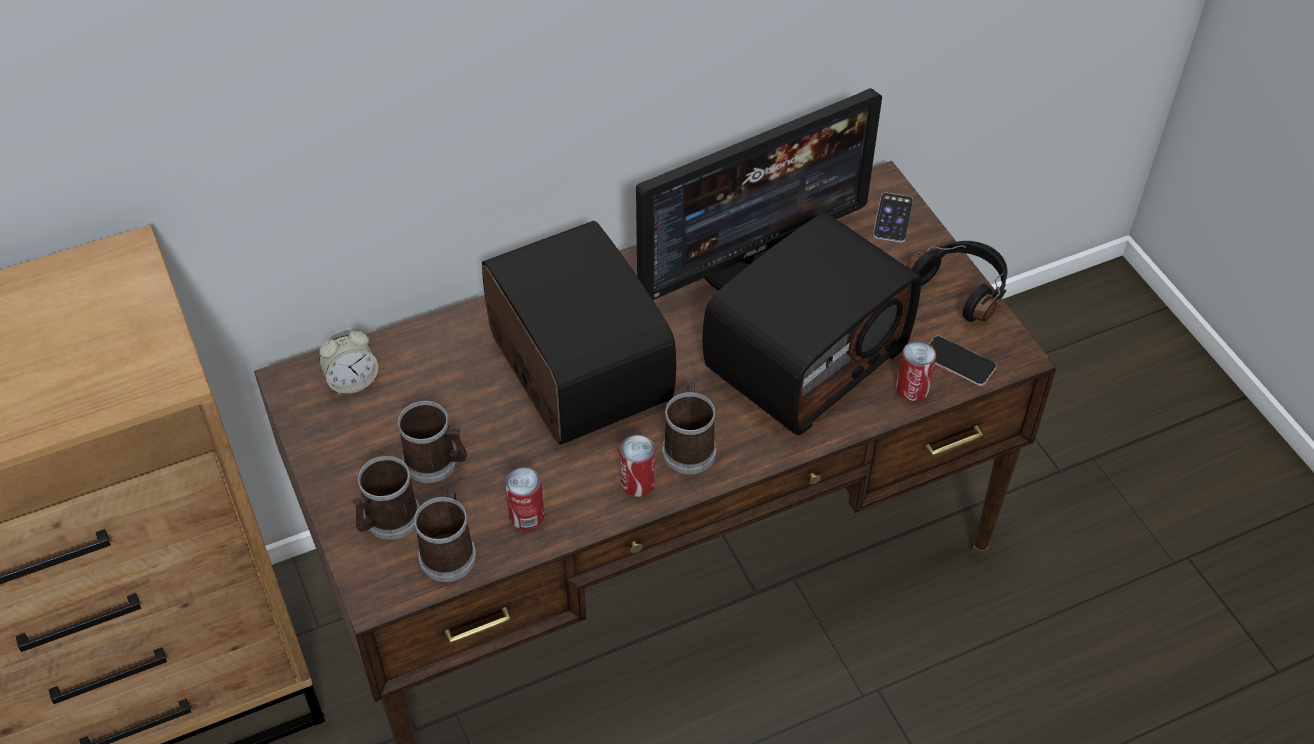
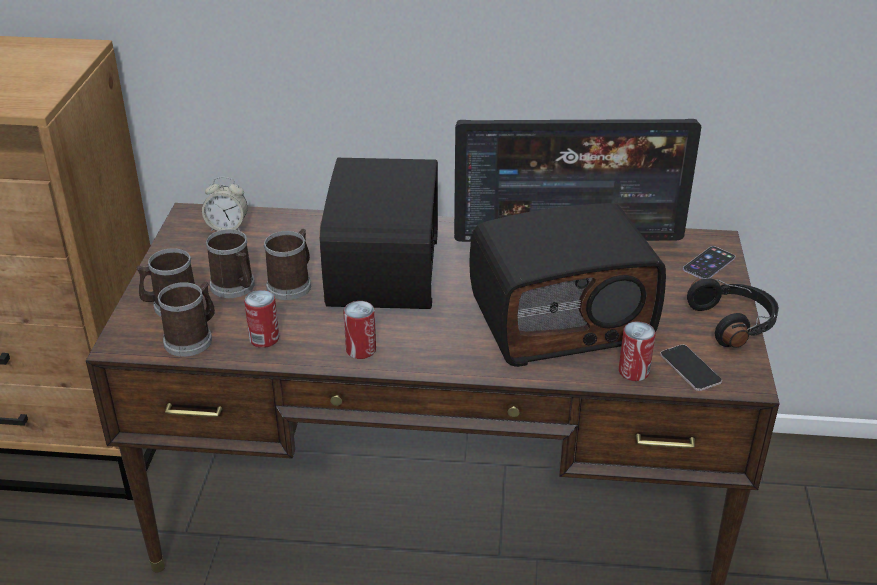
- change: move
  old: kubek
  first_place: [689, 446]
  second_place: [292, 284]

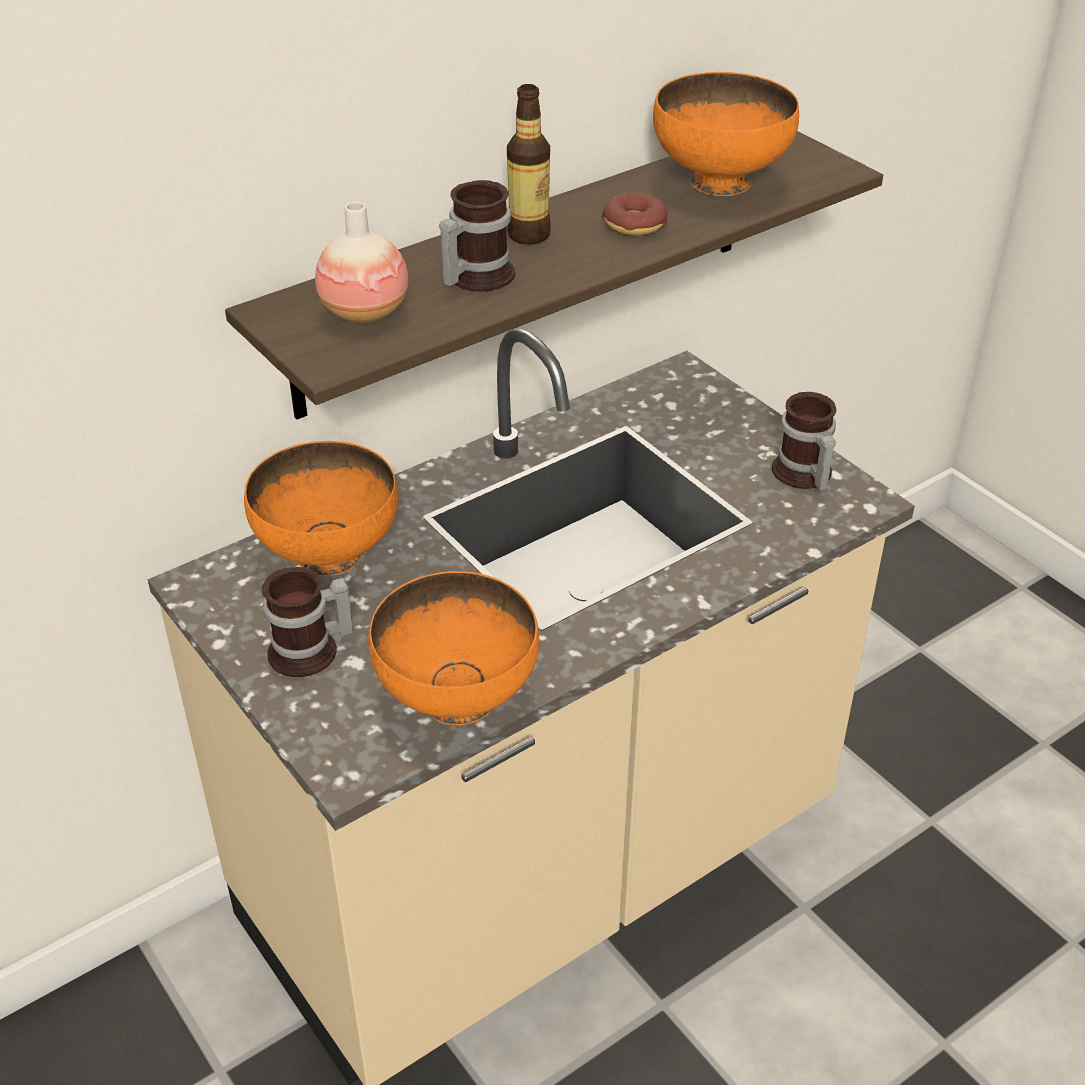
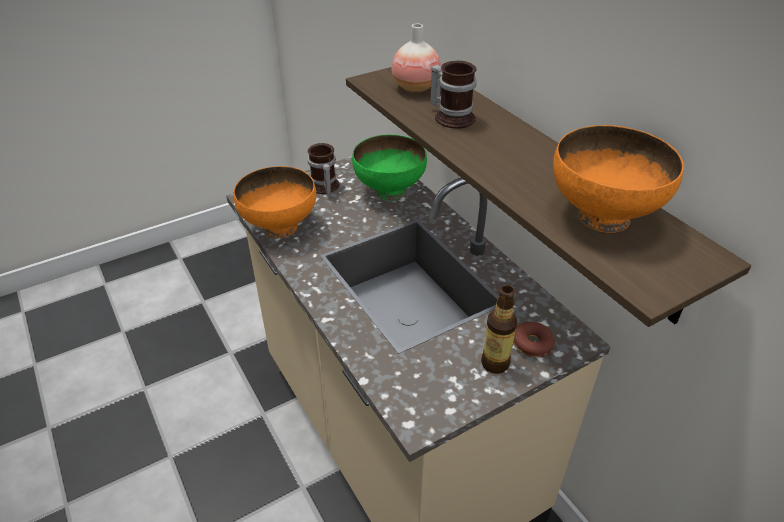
- change: delete
  old: kubek
  first_place: [801, 475]
- change: move
  old: butelka
  first_place: [529, 235]
  second_place: [495, 363]
- change: move
  old: donut
  first_place: [634, 224]
  second_place: [532, 344]
- change: recolor
  old: miska/pomarańczowy
  new: miska/zielony
  first_place: [327, 556]
  second_place: [389, 191]

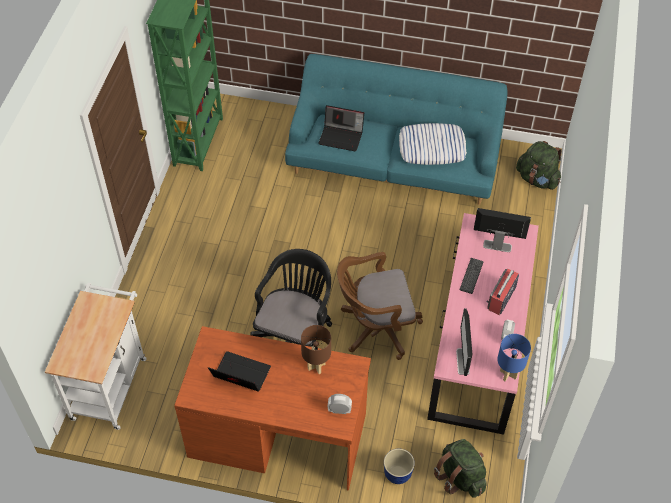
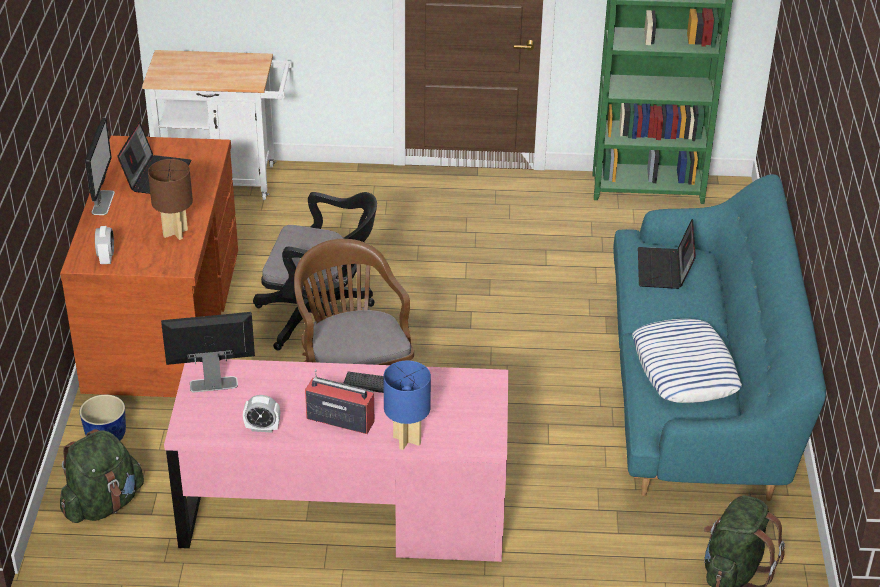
- change: move
  old: monitor
  first_place: [497, 246]
  second_place: [103, 202]
- change: move
  old: lampa stołowa/niebieski
  first_place: [507, 374]
  second_place: [407, 440]

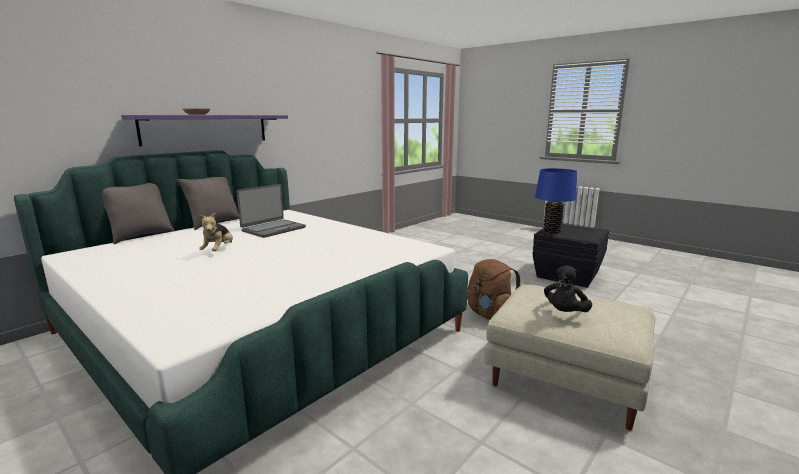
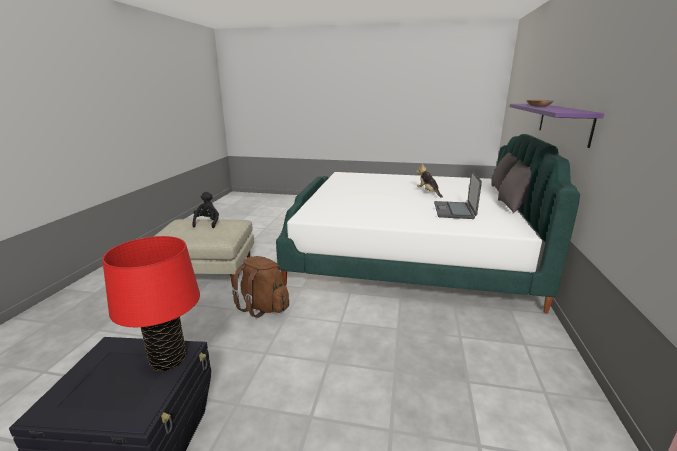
- change: recolor
  old: lampa stołowa/niebieski
  new: lampa stołowa/czerwony
  first_place: [552, 231]
  second_place: [168, 360]

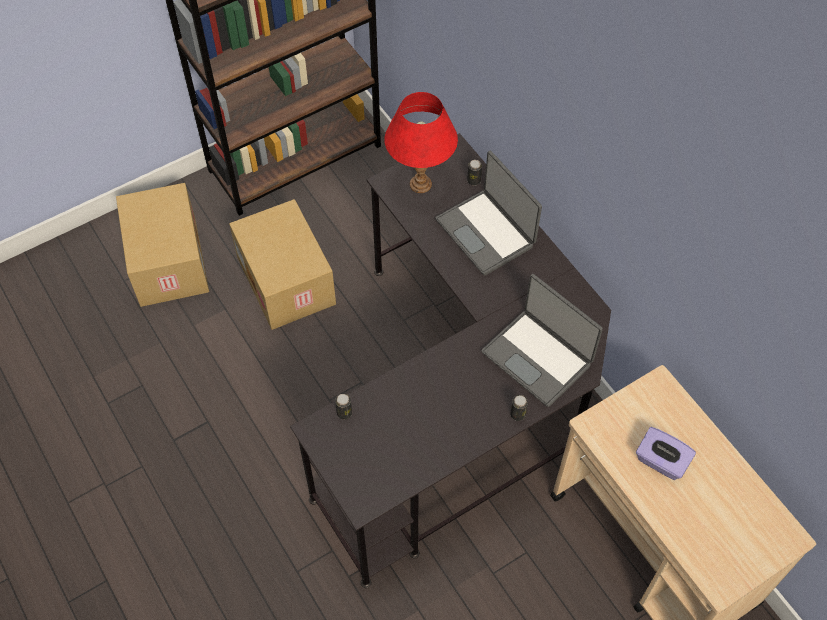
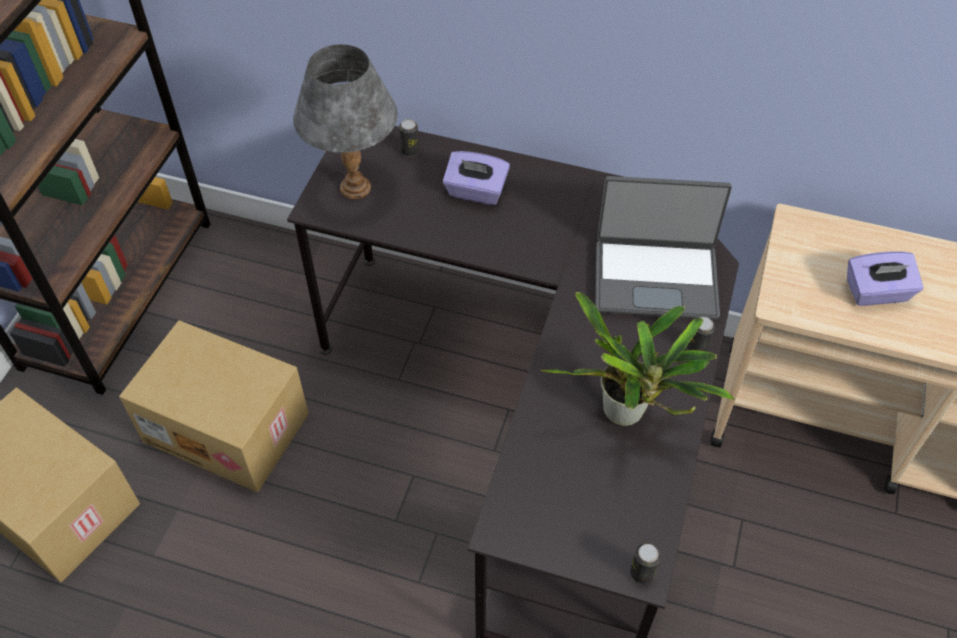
- change: insert
  new: roślina doniczkowa
  second_place: [627, 416]
- change: move
  old: puszka
  first_place: [344, 413]
  second_place: [642, 573]
- change: replace
  old: laptop
  new: pudełko chusteczek/fioletowy
  first_place: [486, 232]
  second_place: [476, 192]
- change: recolor
  old: lampa stołowa/czerwony
  new: lampa stołowa/szary
  first_place: [420, 184]
  second_place: [356, 188]

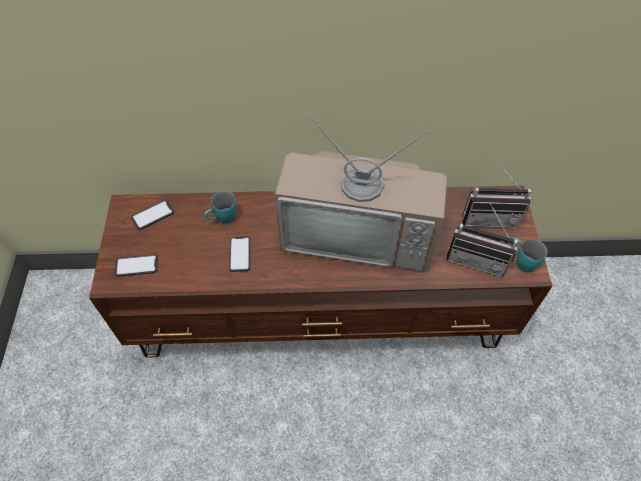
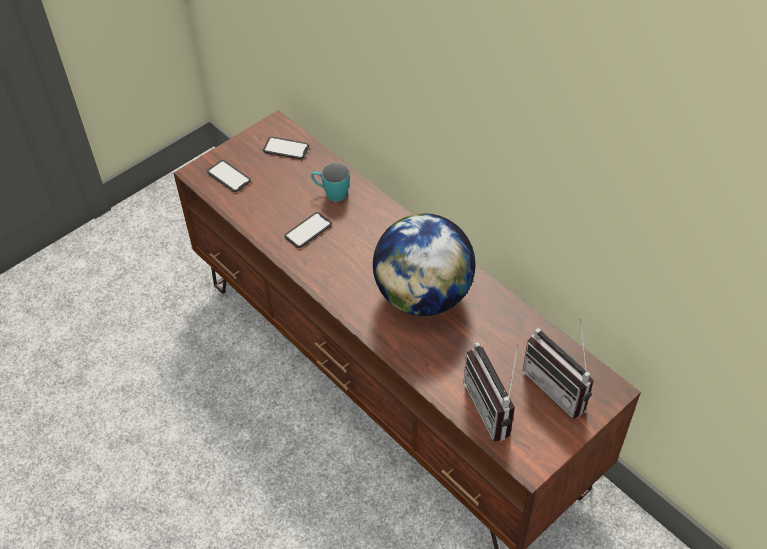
- change: delete
  old: kubek/turkusowy
  first_place: [521, 261]
- change: replace
  old: telewizor
  new: globus
  first_place: [359, 232]
  second_place: [423, 296]

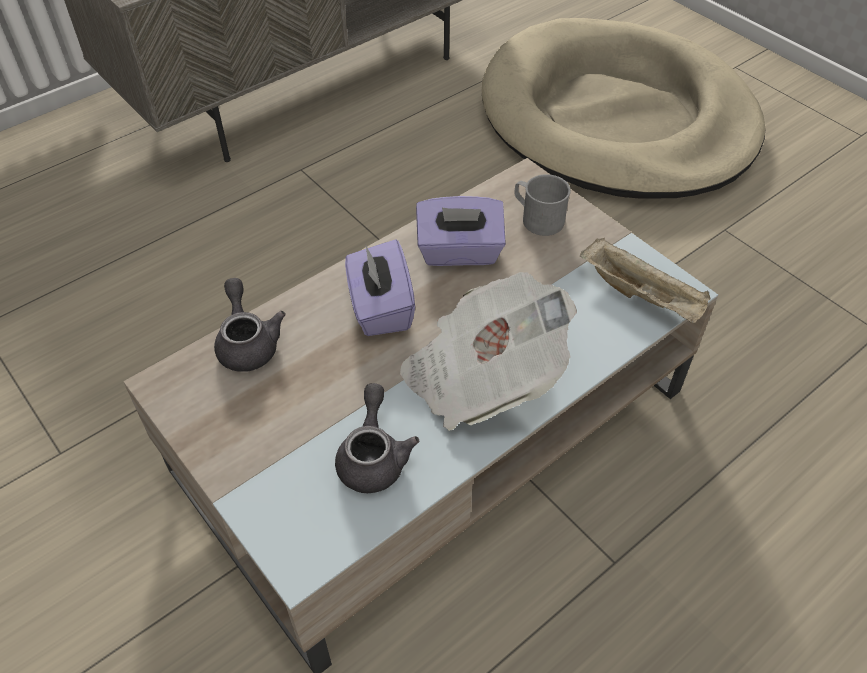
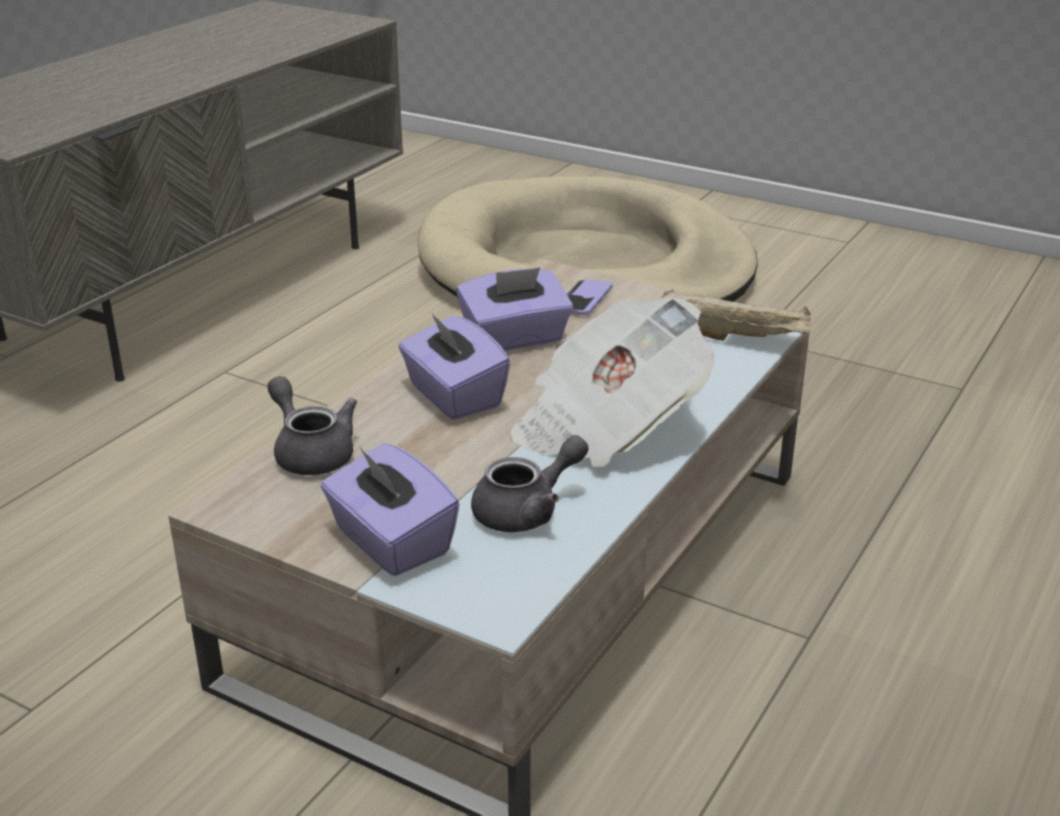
- change: insert
  new: pudełko chusteczek/fioletowy
  second_place: [390, 542]
- change: replace
  old: kubek/szary
  new: telefon
  first_place: [537, 218]
  second_place: [583, 300]
- change: rotate
  old: imbryk/szary
  first_place: [373, 456]
  second_place: [527, 511]
  degrees: 75

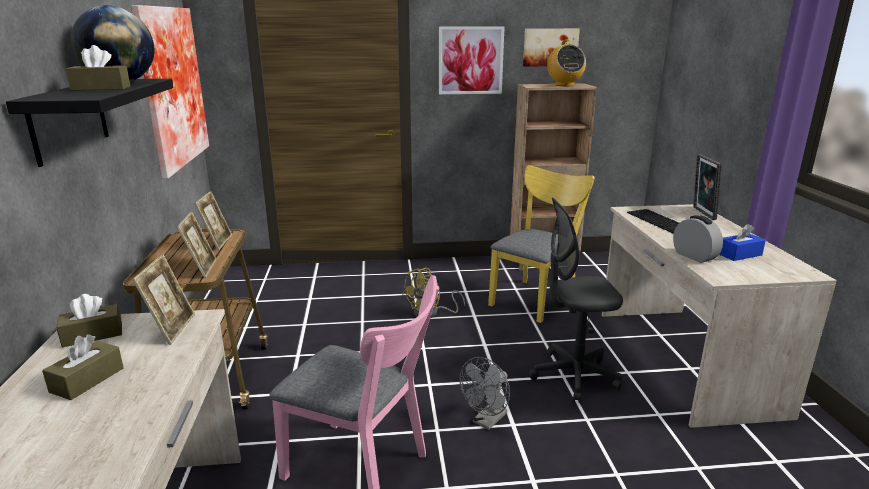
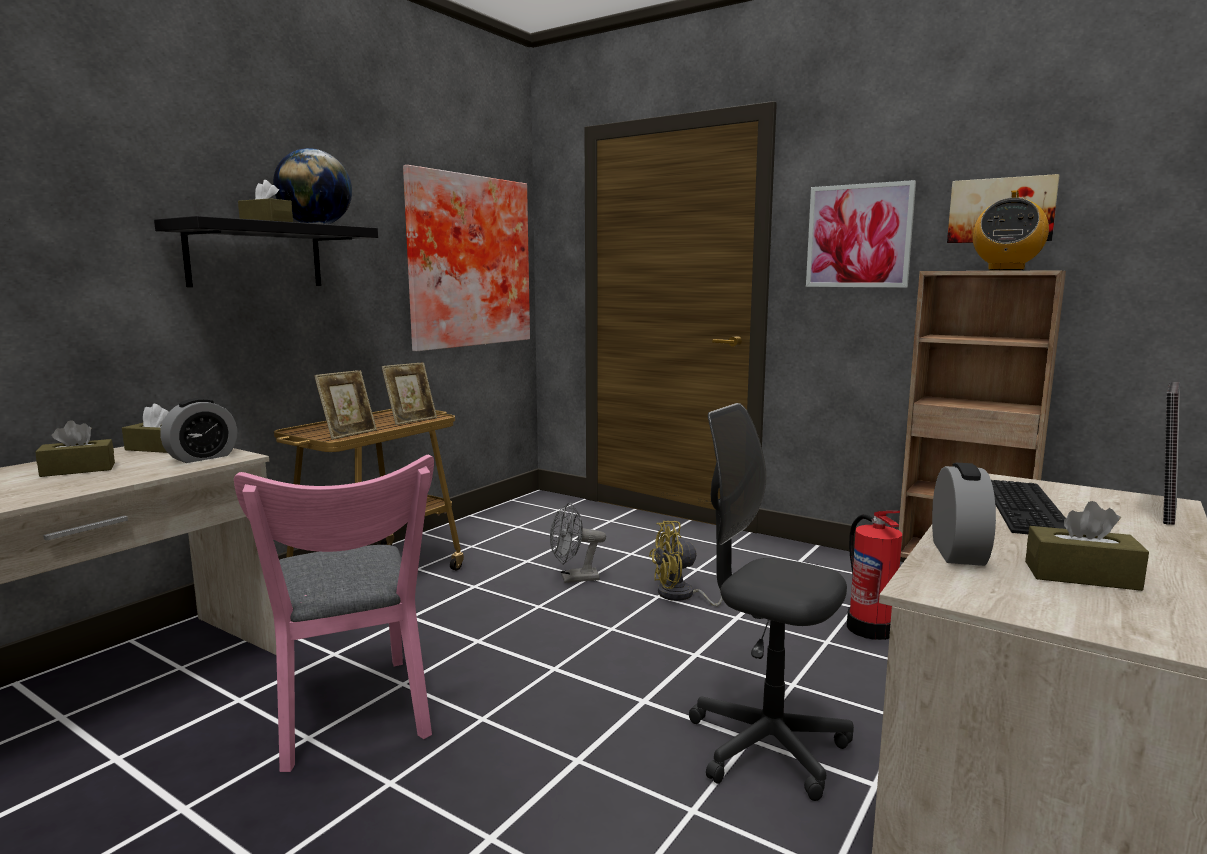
- change: move
  old: wentylator/szary
  first_place: [487, 421]
  second_place: [574, 579]
- change: replace
  old: ramka na zdjęcie
  new: budzik
  first_place: [171, 329]
  second_place: [202, 457]
- change: replace
  old: krzesło/żółty
  new: gaśnica
  first_place: [535, 297]
  second_place: [870, 627]
- change: recolor
  old: pudełko chusteczek/niebieski
  new: pudełko chusteczek/brązowy
  first_place: [739, 254]
  second_place: [1081, 575]

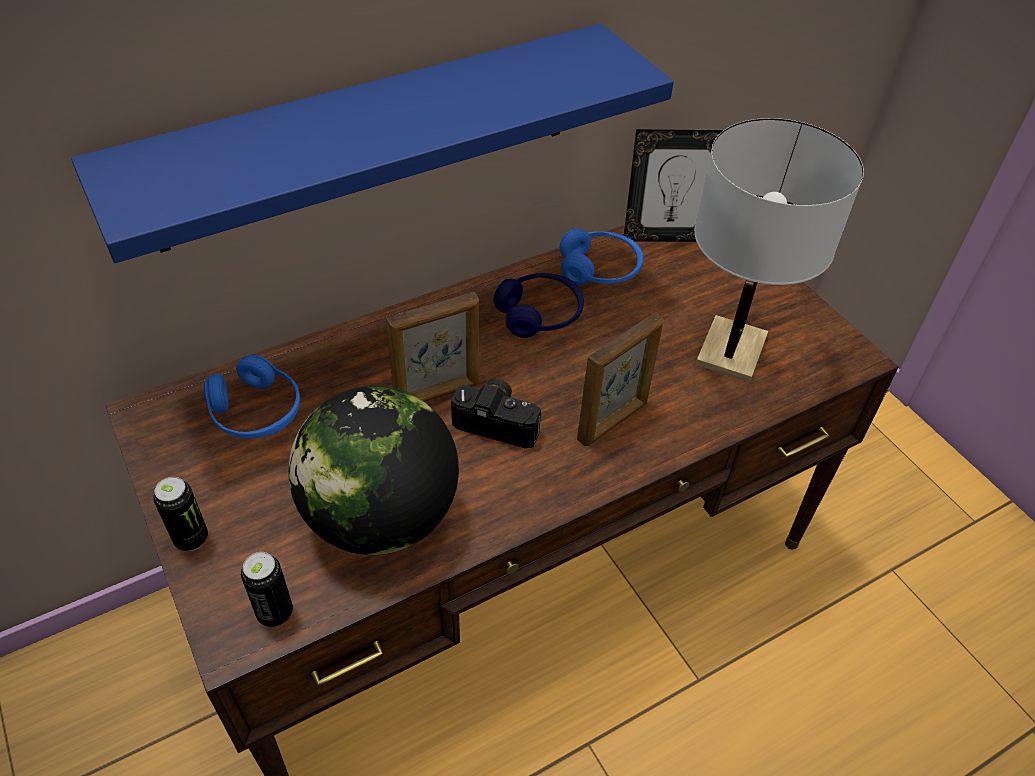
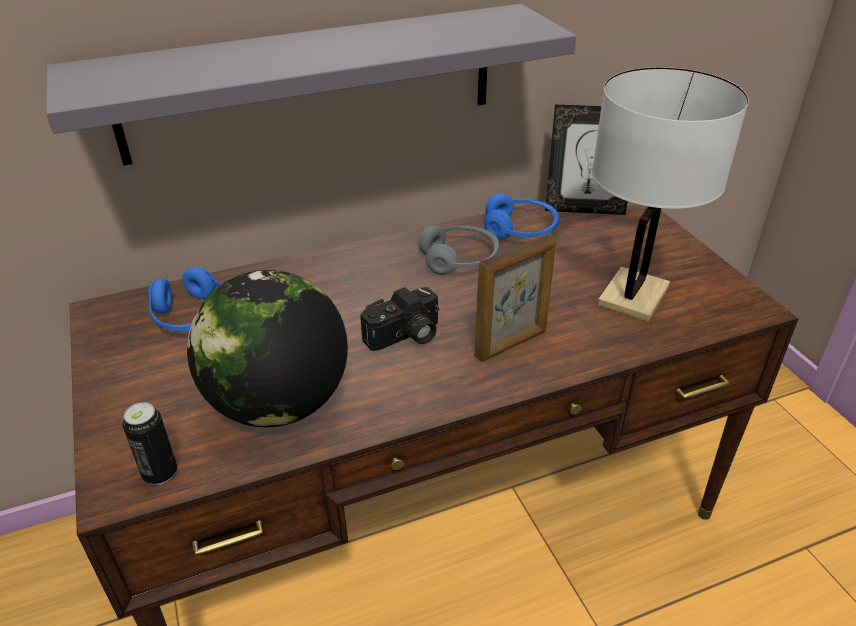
- change: delete
  old: puszka
  first_place: [191, 538]
- change: delete
  old: ramka na zdjęcie
  first_place: [437, 394]
- change: recolor
  old: półka/niebieski
  new: półka/szary
  first_place: [369, 137]
  second_place: [311, 83]
- change: recolor
  old: słuchawki/niebieski
  new: słuchawki/szary
  first_place: [539, 314]
  second_place: [459, 259]
- change: rotate
  old: aparat fotograficzny
  first_place: [499, 421]
  second_place: [405, 337]
  degrees: 120

